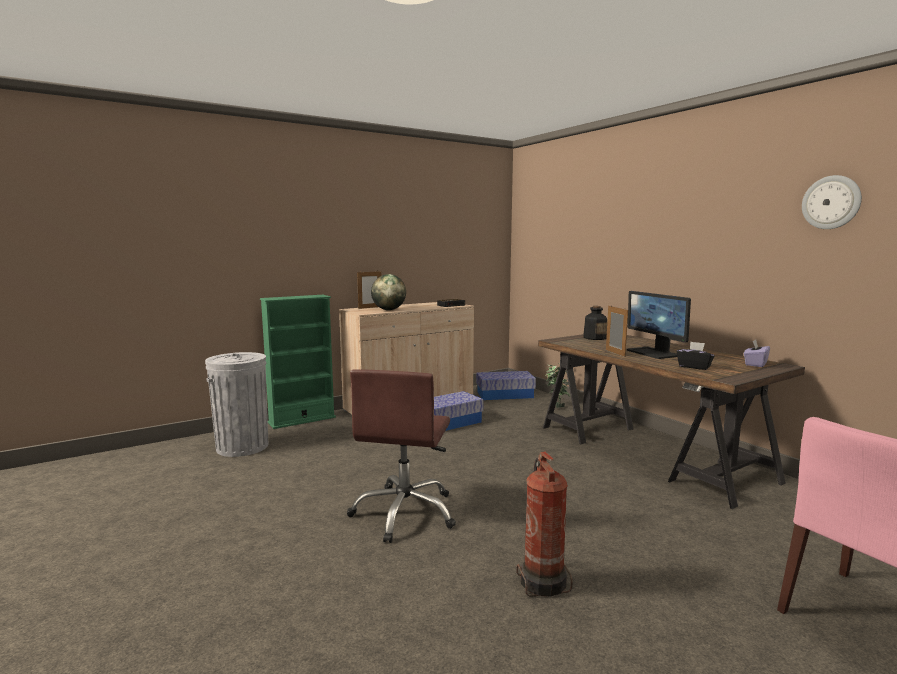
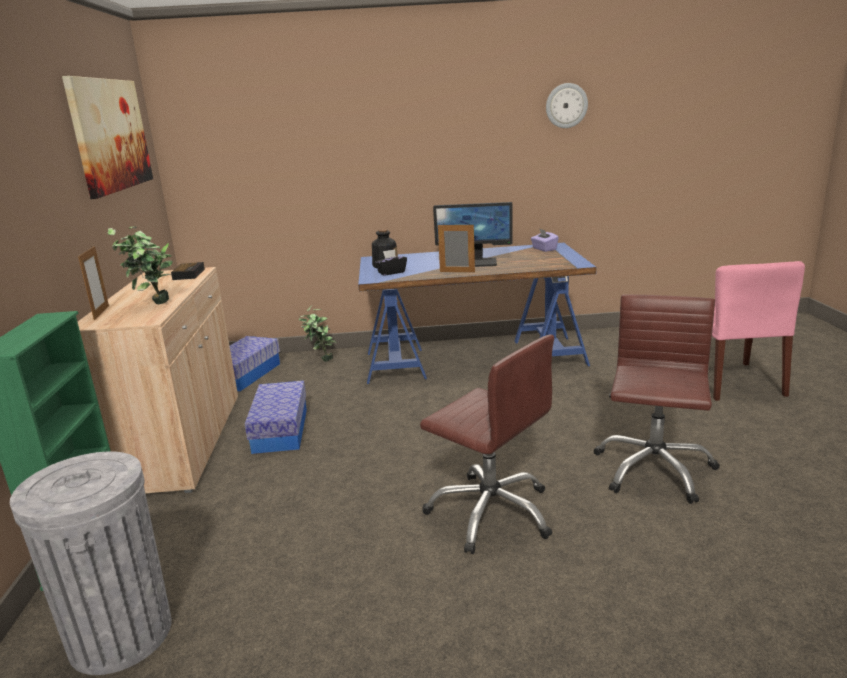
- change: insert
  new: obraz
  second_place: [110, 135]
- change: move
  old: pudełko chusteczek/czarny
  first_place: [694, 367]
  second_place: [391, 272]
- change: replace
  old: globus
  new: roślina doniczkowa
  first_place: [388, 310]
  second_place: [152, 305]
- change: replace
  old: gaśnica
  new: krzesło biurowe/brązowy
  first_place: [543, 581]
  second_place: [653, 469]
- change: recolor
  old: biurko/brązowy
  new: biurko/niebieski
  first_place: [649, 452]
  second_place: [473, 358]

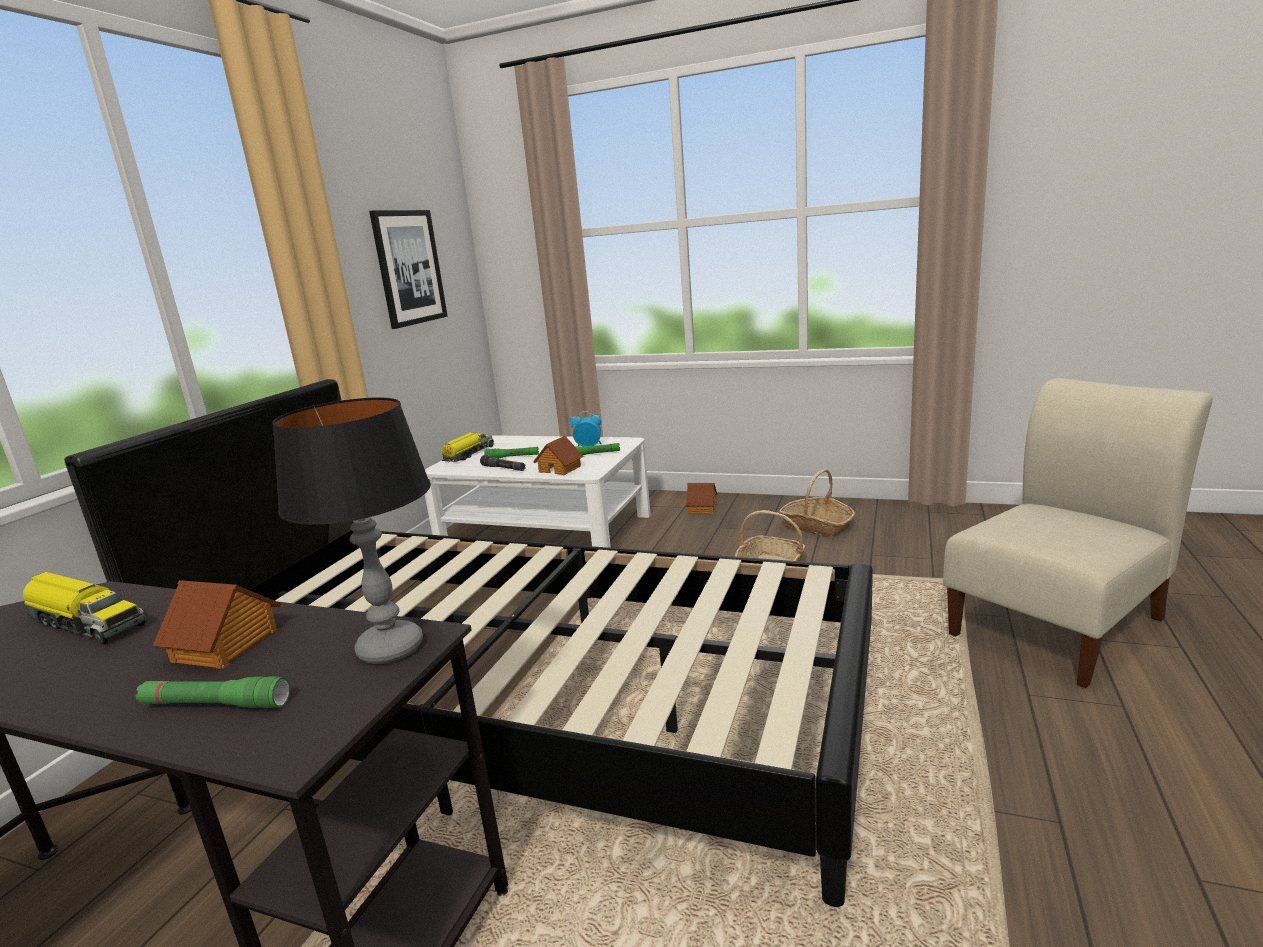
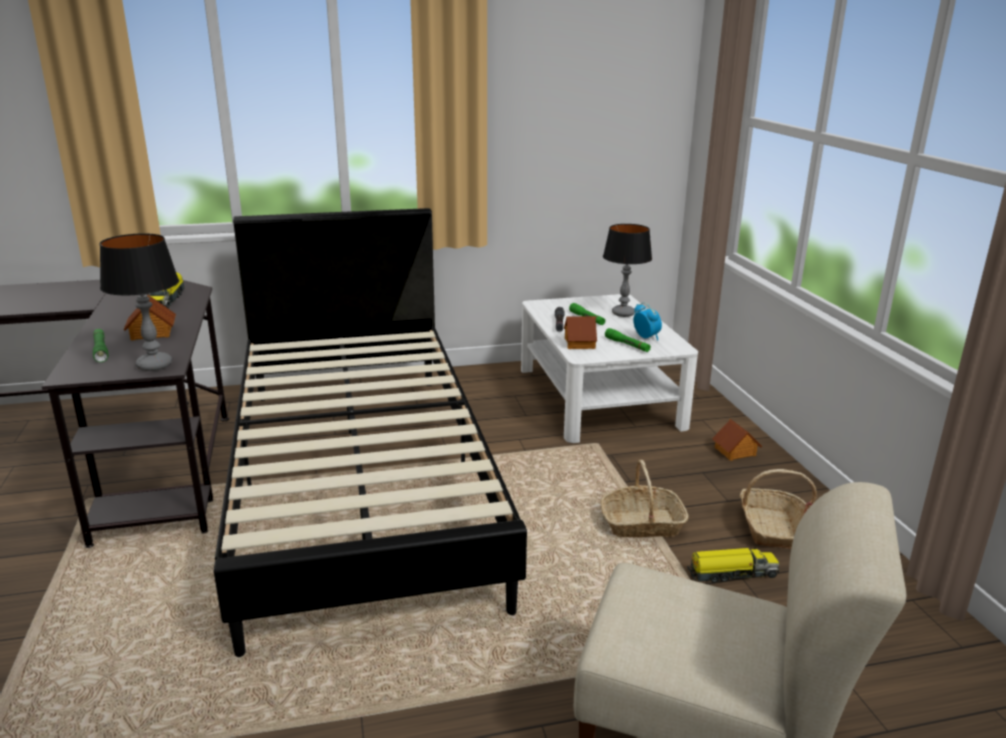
- change: delete
  old: obraz
  first_place: [409, 267]
- change: insert
  new: lampa stołowa
  second_place: [623, 313]
- change: move
  old: ciężarówka zabawkowa
  first_place: [468, 454]
  second_place: [731, 573]

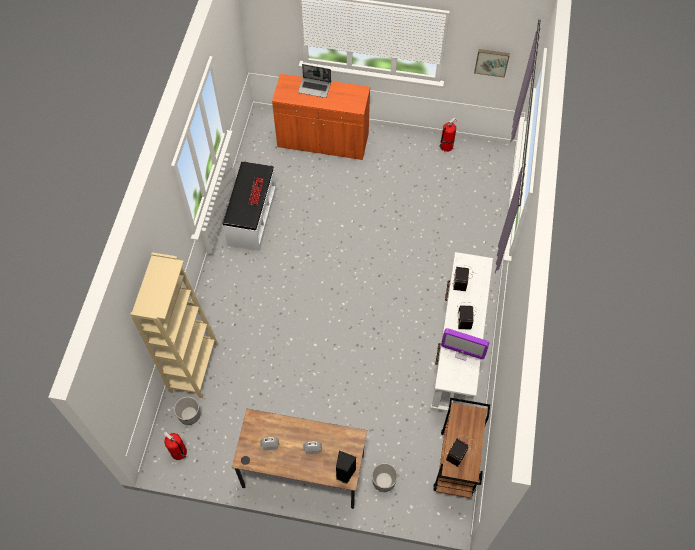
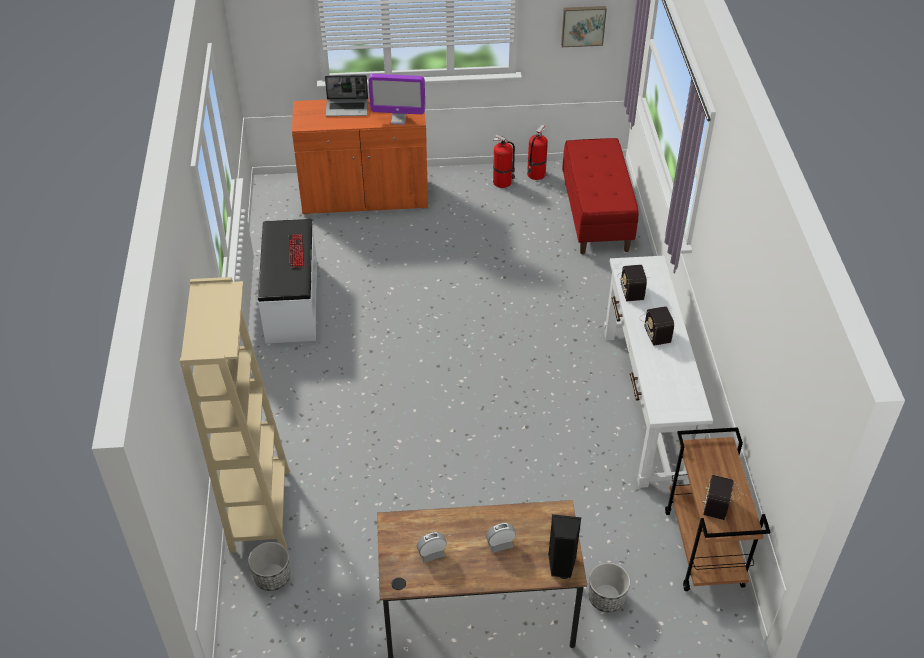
- change: insert
  new: ławka/czerwony
  second_place: [596, 216]
- change: move
  old: gaśnica
  first_place: [179, 452]
  second_place: [503, 182]
- change: move
  old: monitor
  first_place: [462, 353]
  second_place: [398, 120]

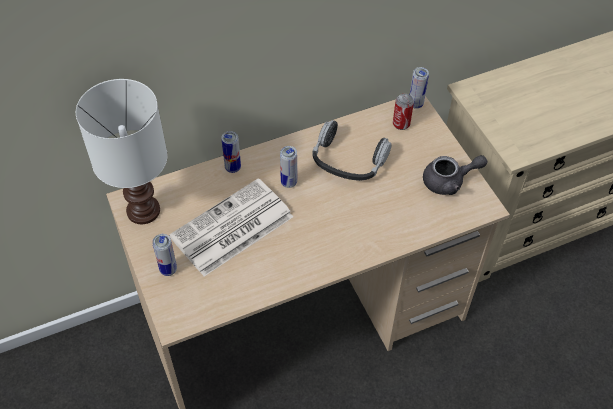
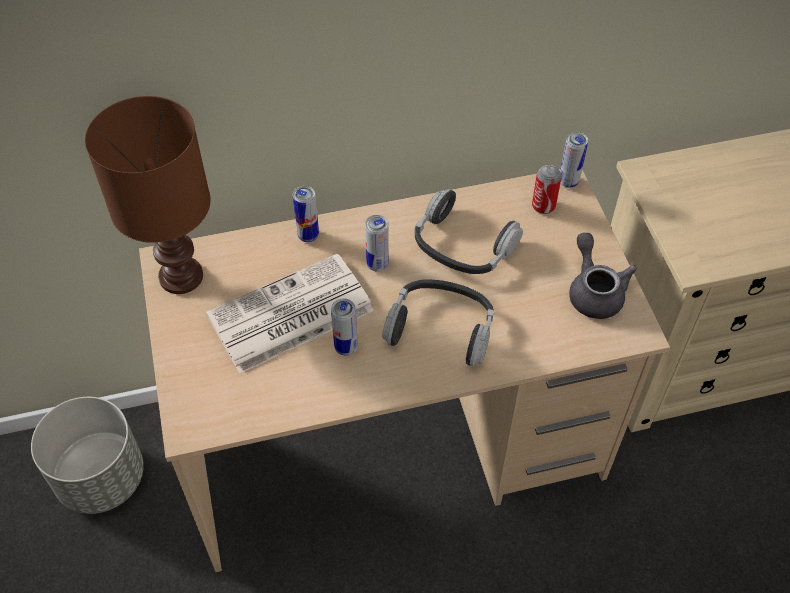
- change: insert
  new: donica/szary
  second_place: [101, 477]
- change: insert
  new: słuchawki
  second_place: [441, 328]
- change: move
  old: puszka
  first_place: [168, 269]
  second_place: [346, 347]
- change: recolor
  old: lampa stołowa/biały
  new: lampa stołowa/brązowy
  first_place: [144, 209]
  second_place: [182, 275]
- change: rotate
  old: imbryk/szary
  first_place: [449, 181]
  second_place: [594, 291]
  degrees: -105

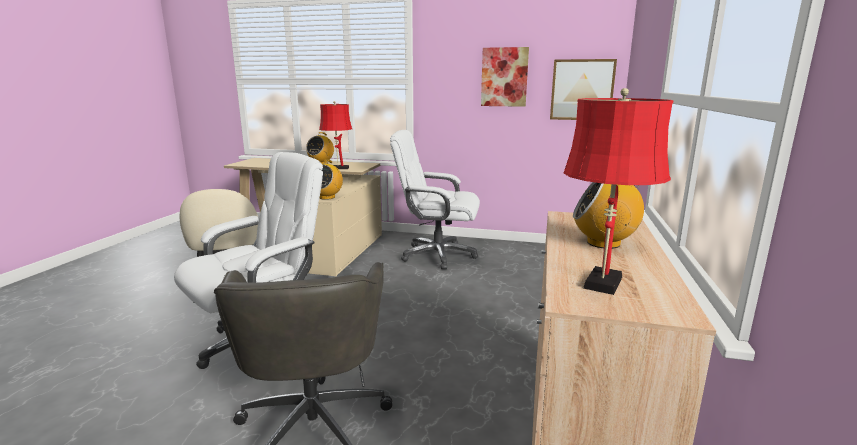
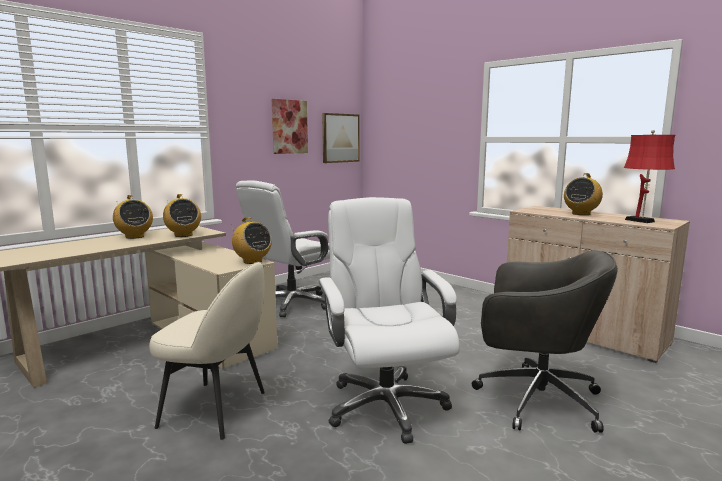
- change: replace
  old: lampa stołowa/czerwony
  new: radio
  first_place: [338, 168]
  second_place: [183, 235]

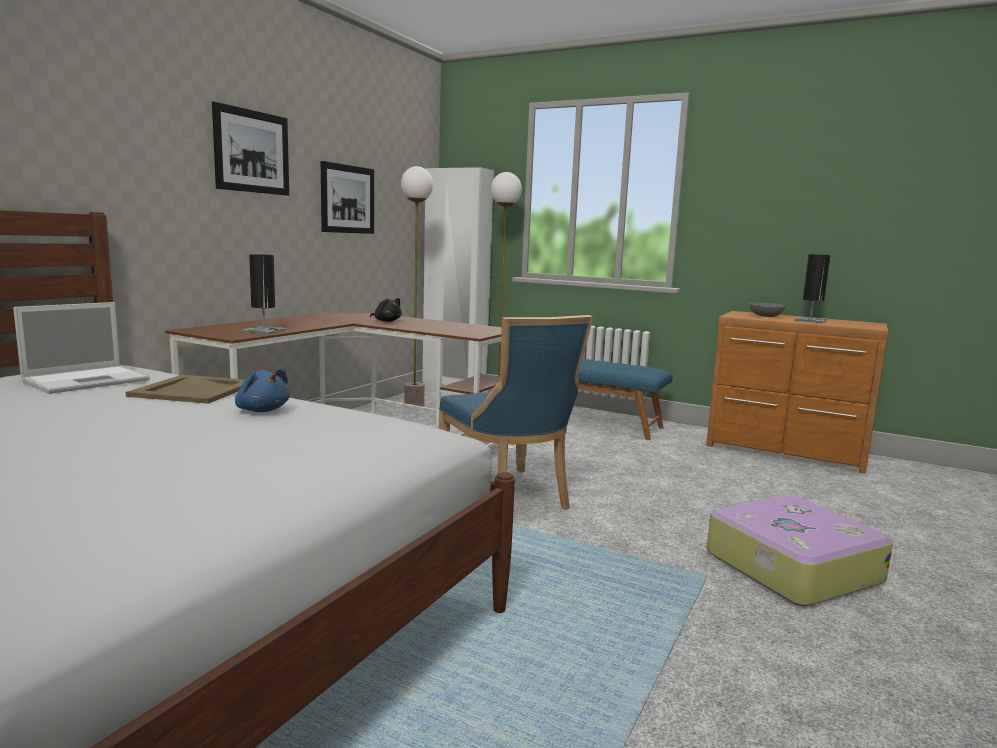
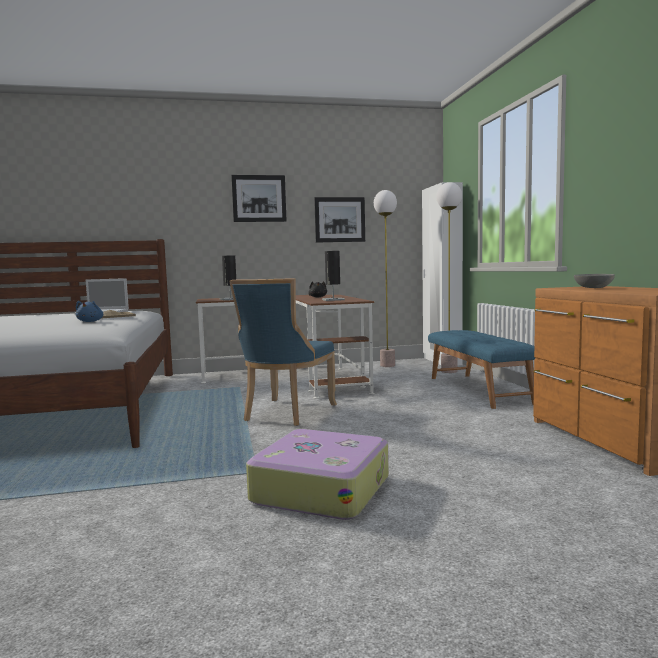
- change: move
  old: lampa stołowa/czarny
  first_place: [810, 320]
  second_place: [333, 300]

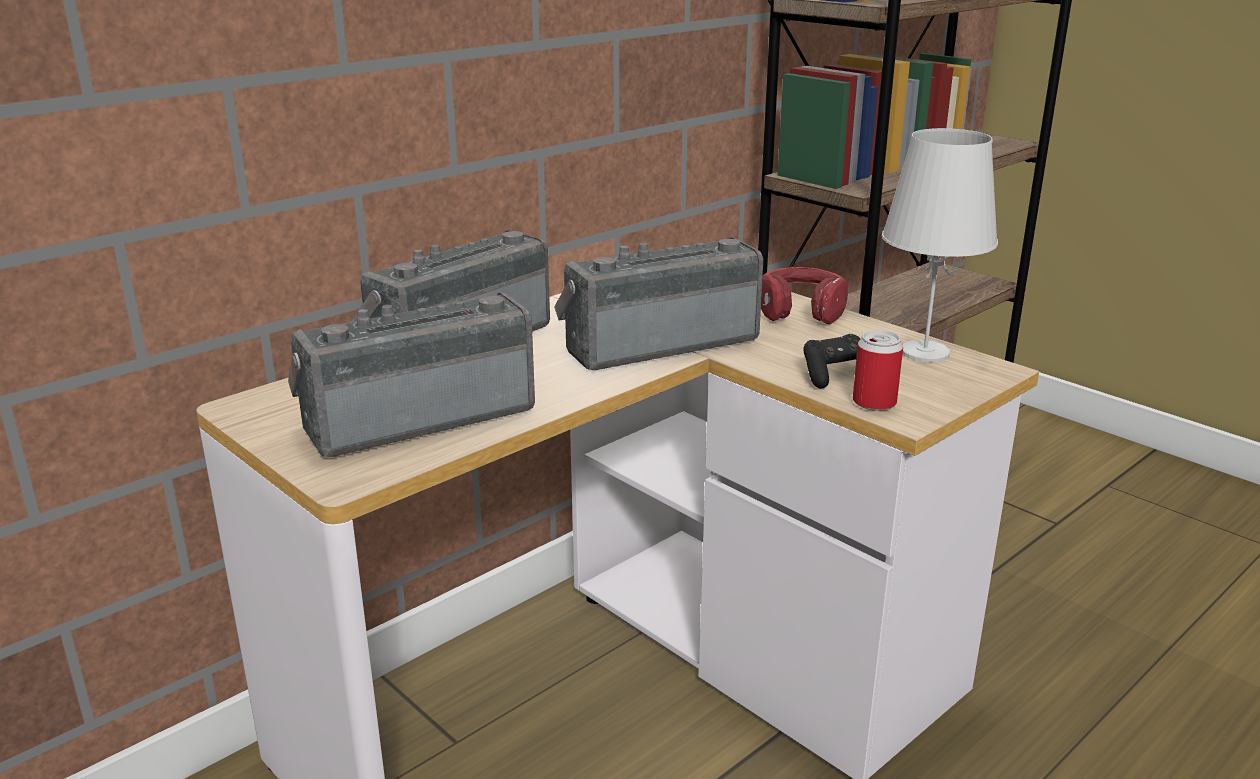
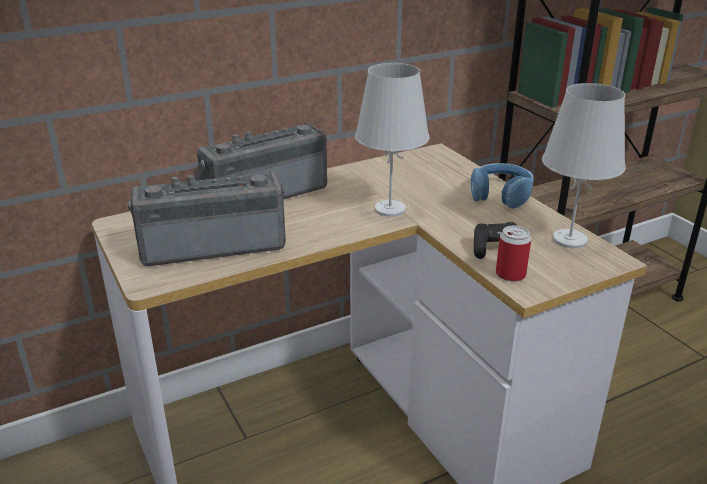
- change: replace
  old: radio
  new: lampa stołowa/biały
  first_place: [659, 343]
  second_place: [390, 209]
- change: recolor
  old: słuchawki/czerwony
  new: słuchawki/niebieski
  first_place: [801, 310]
  second_place: [500, 194]

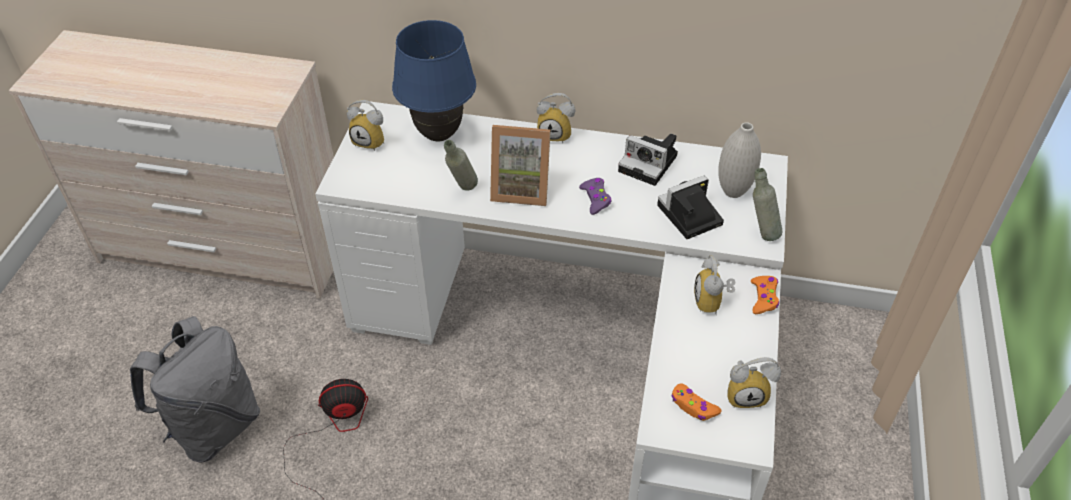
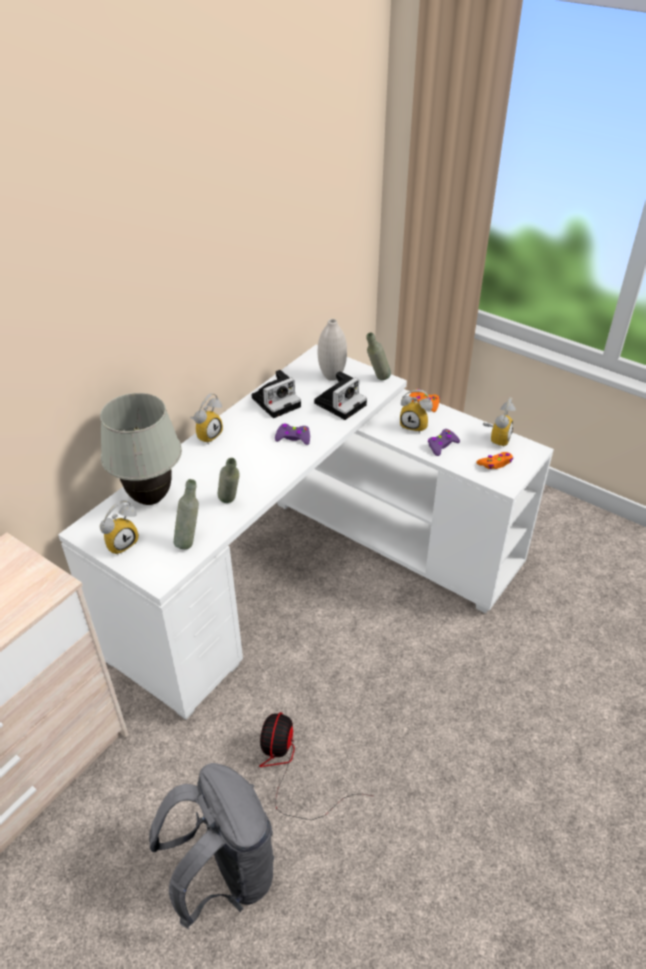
- change: delete
  old: ramka na zdjęcie
  first_place: [521, 188]
- change: insert
  new: butelka/szary
  second_place: [190, 541]
- change: insert
  new: pad do gier/fioletowy
  second_place: [442, 445]
- change: recolor
  old: lampa stołowa/niebieski
  new: lampa stołowa/biały
  first_place: [439, 134]
  second_place: [150, 498]
- change: rotate
  old: aparat fotograficzny
  first_place: [688, 216]
  second_place: [341, 403]
  degrees: -135

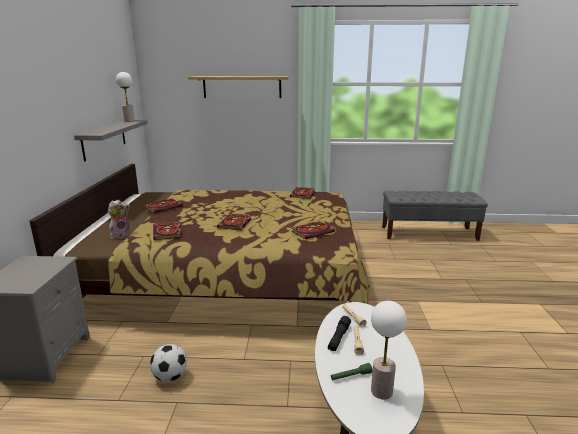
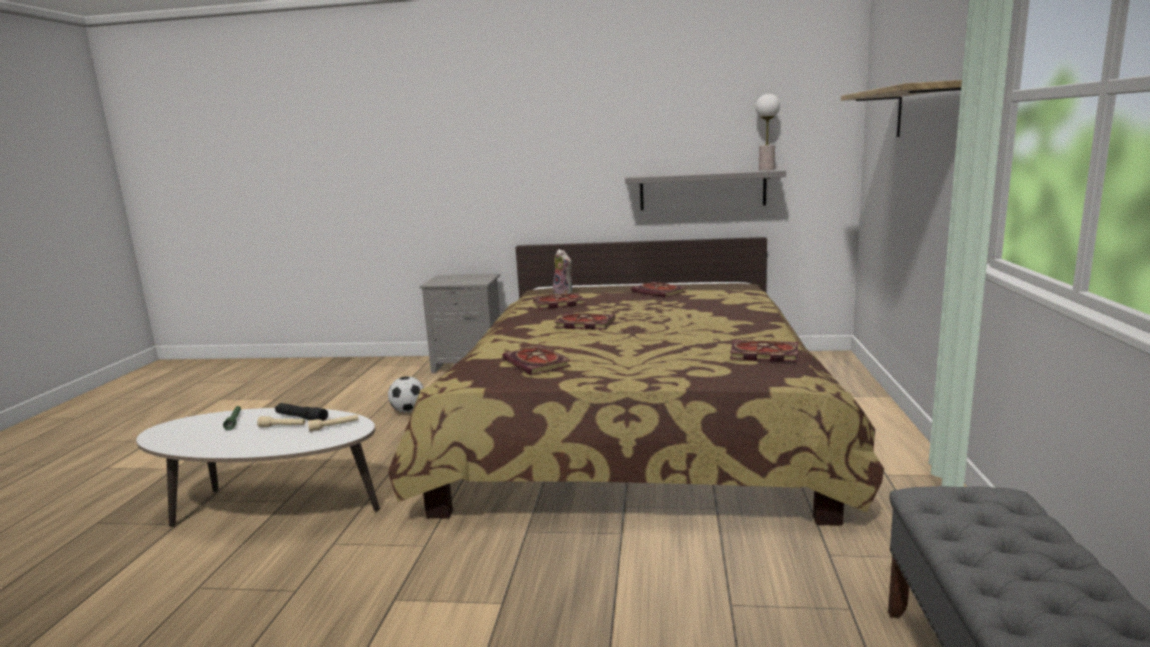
- change: delete
  old: lampa stołowa
  first_place: [382, 391]

